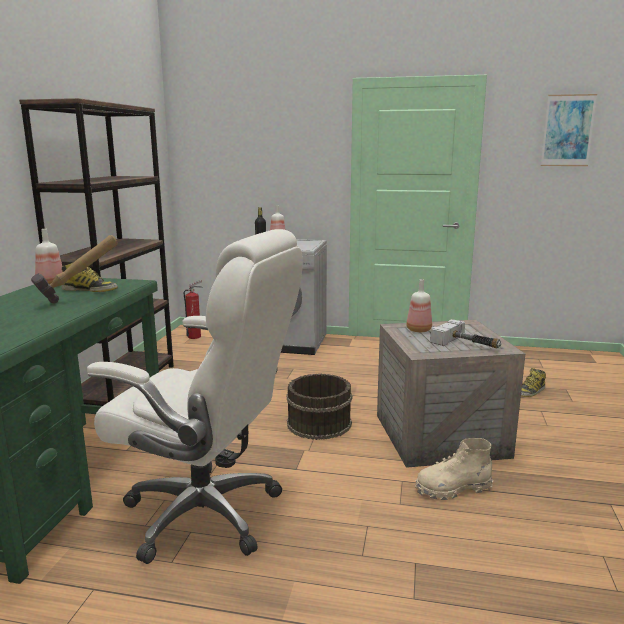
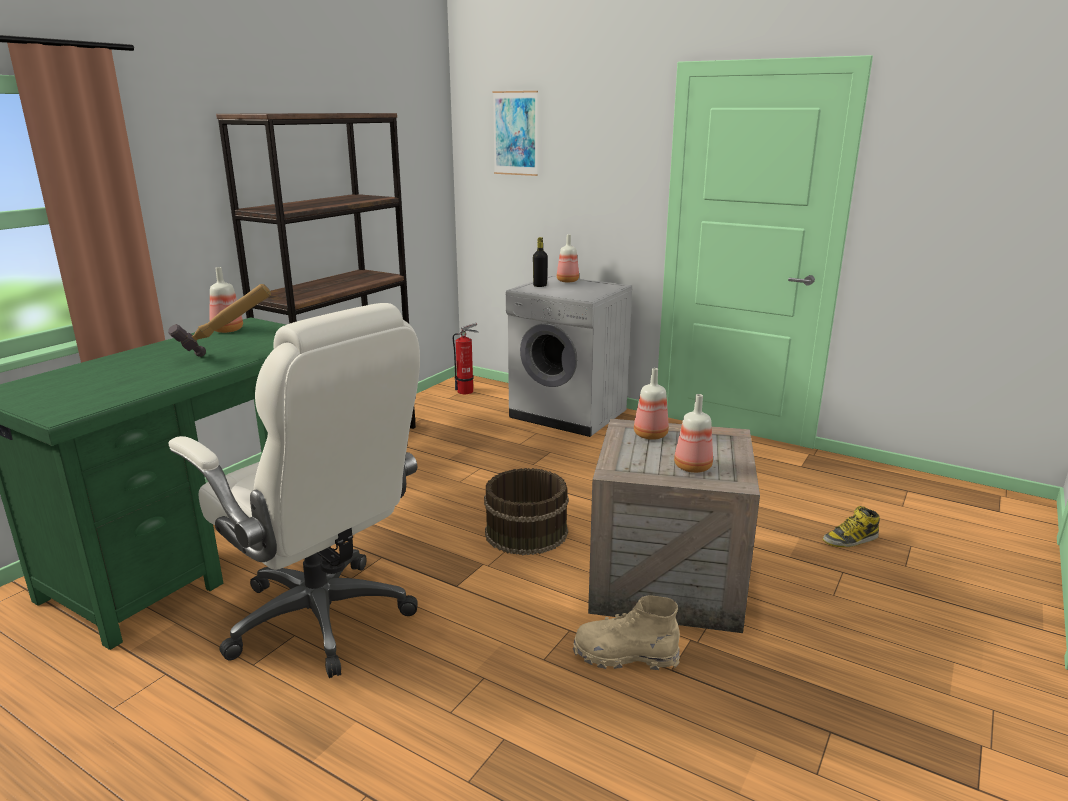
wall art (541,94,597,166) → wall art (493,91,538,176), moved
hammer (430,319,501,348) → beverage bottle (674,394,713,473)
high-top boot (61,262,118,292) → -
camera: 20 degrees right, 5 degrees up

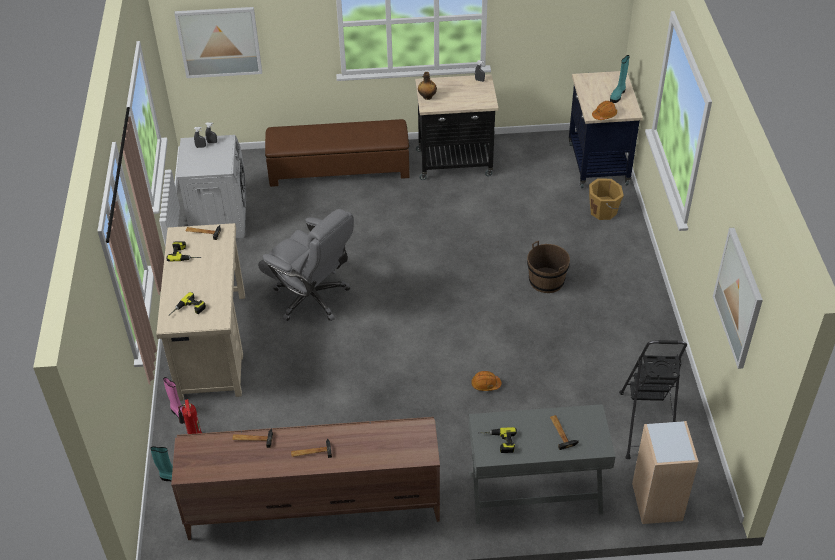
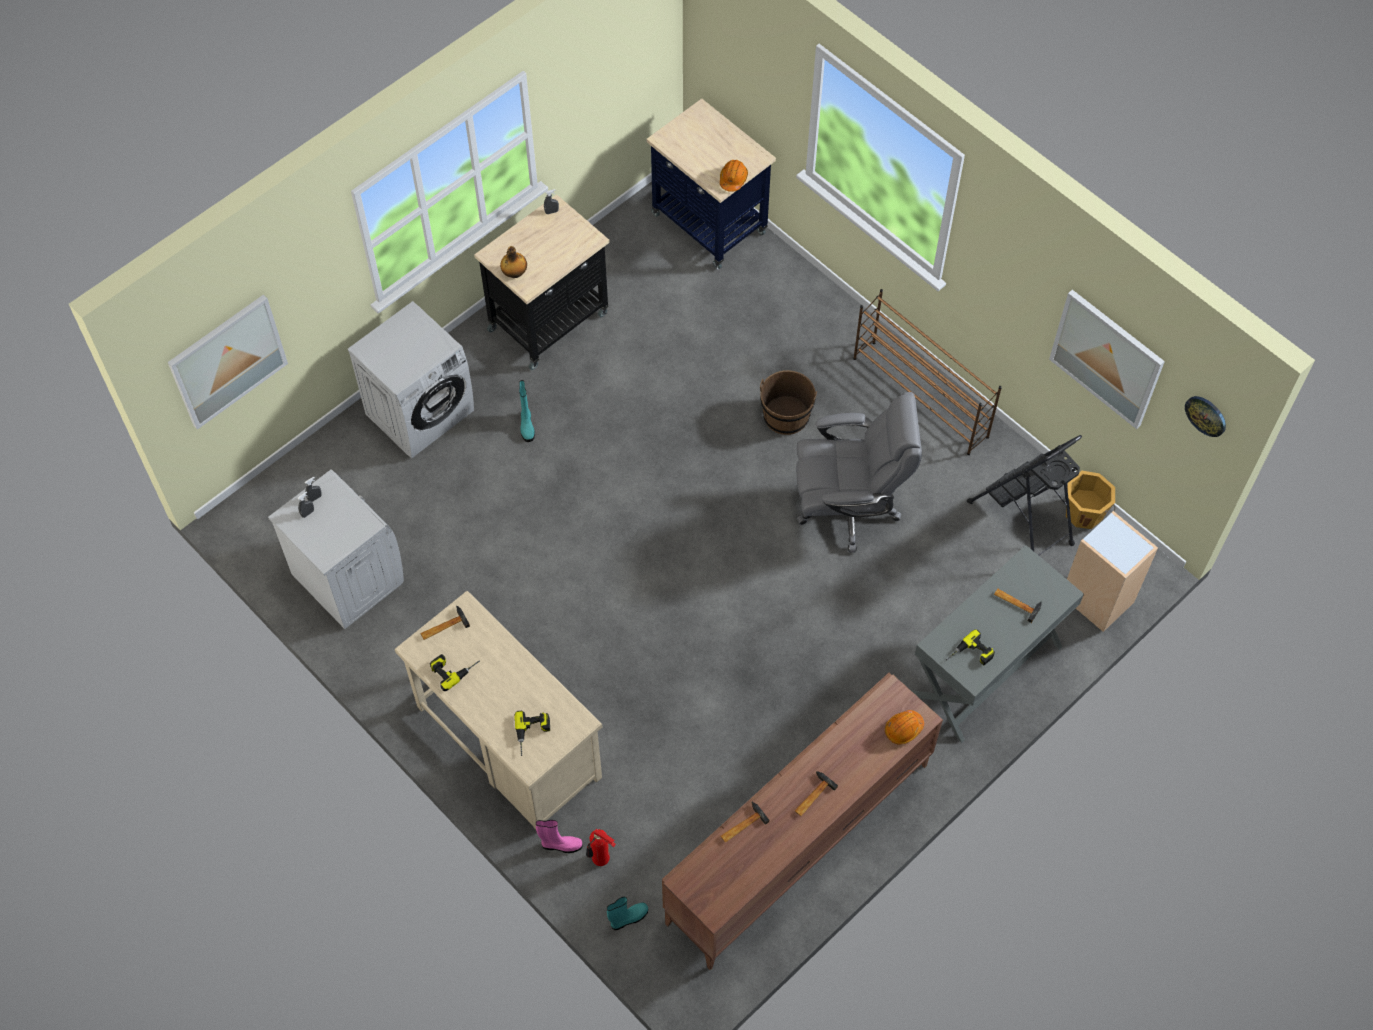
indoor bench (brownish) (265,119,410,187) → laundry appliance (white-coloured) (348,301,474,458)
high-top boot (turquoise-coloured) (610,55,630,103) → high-top boot (turquoise-coloured) (519,380,535,442), moved
office chair (greyish) (258,209,354,322) → office chair (greyish) (796,392,922,553), moved
- → shoe rack (brownish) (853,289,1002,455)
safety helmet (orange-coloured) (471,371,501,391) → safety helmet (orange-coloured) (885,710,924,745), moved
water bucket (orange-coloured) (589,178,624,220) → water bucket (orange-coloured) (1066,471,1115,529), moved
- → hanging clock (1185,396,1226,437)
camera: 40 degrees left, 15 degrees up

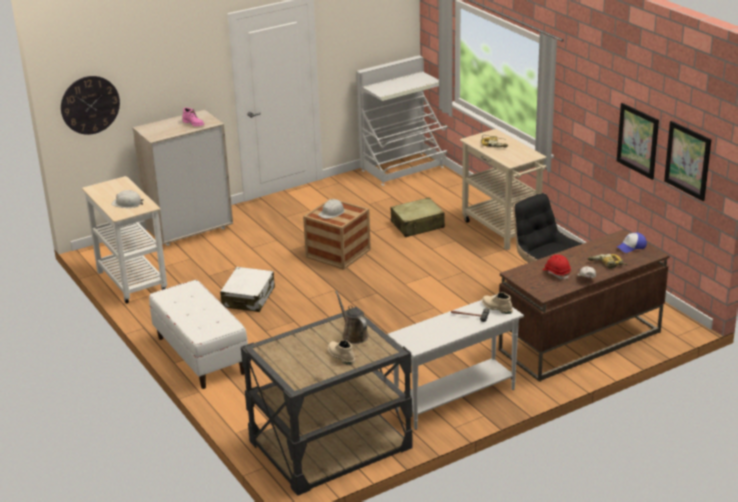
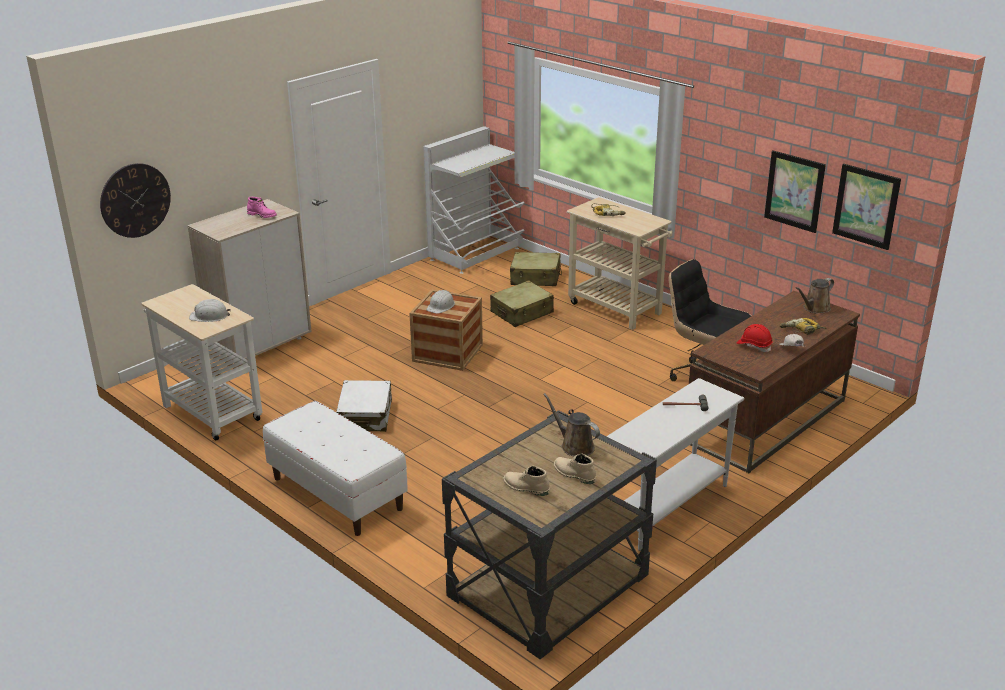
high-top boot (beige-coloured) (482,292,513,314) → high-top boot (beige-coloured) (503,466,550,496), moved
- → piece of luggage (beige-coloured) (510,252,562,286)
peaked cap (617,232,647,253) → watering can (brownish) (796,278,834,313)
camera: 15 degrees left, 0 degrees up

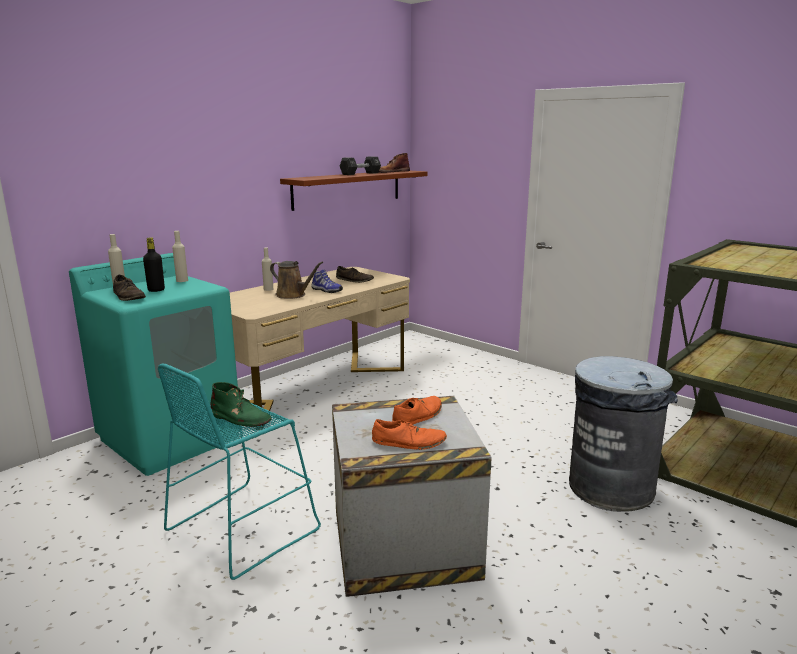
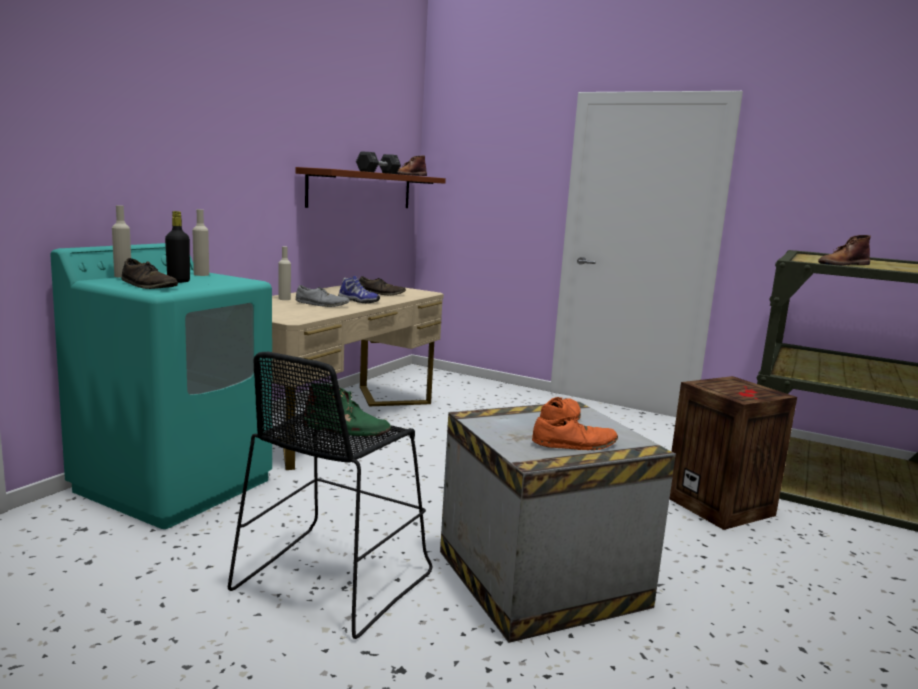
sitting stool (turquoise-coloured) (158,364,321,580) → sitting stool (black) (228,352,432,639)
watering can (brownish) (270,261,323,299) → low shoe (greyish) (296,285,350,307)
rubbish bin (greyish) (569,356,678,512) → shipping crate (670,376,797,530)
- → high-top boot (brownish) (818,235,871,266)
camera: 15 degrees left, 5 degrees down

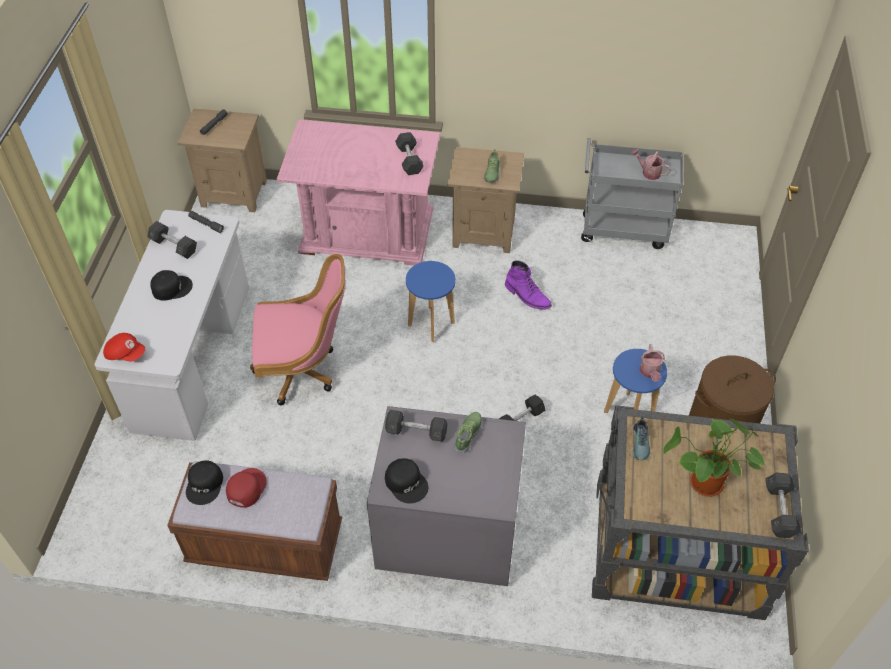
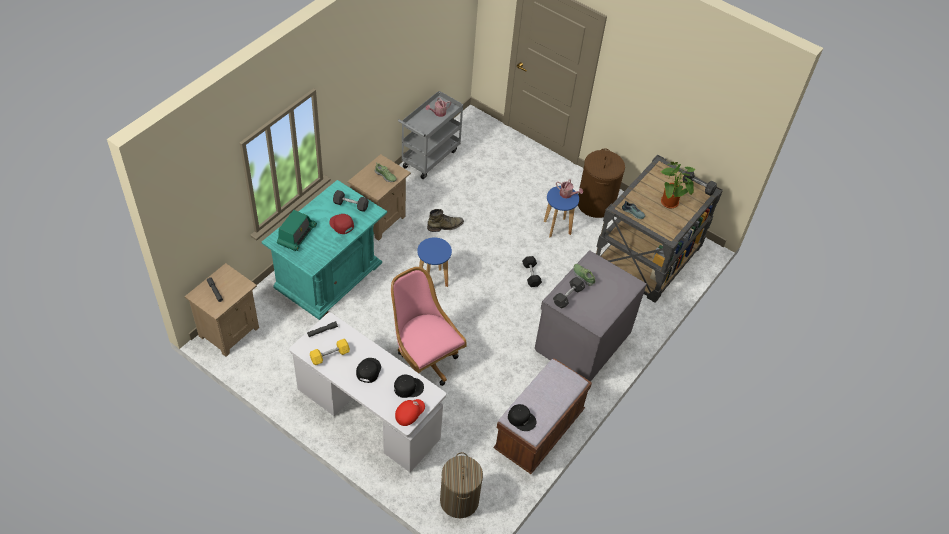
cabinet (pink-coloured) (277,120,440,266) → cabinet (turquoise-coloured) (262,180,387,320)
- → radio receiver (277,210,317,251)
dumbbell (greyish) (147,221,197,259) → dumbbell (yellow-coloured) (310,339,350,365)
peaked cap (reddish) (226,468,267,508) → peaked cap (reddish) (329,214,354,234), moved
office chair (pink-coloured) (250,254,345,405) → office chair (pink-coloured) (391,267,467,386), 60 degrees counterclockwise
peaked cap (black) (385,458,428,503) → peaked cap (black) (394,375,424,398), moved
high-top boot (purple-coloured) (505,260,552,310) → high-top boot (green-coloured) (427,209,464,232)
- → washing basket (440,452,483,518)
camera: 65 degrees left, 0 degrees up

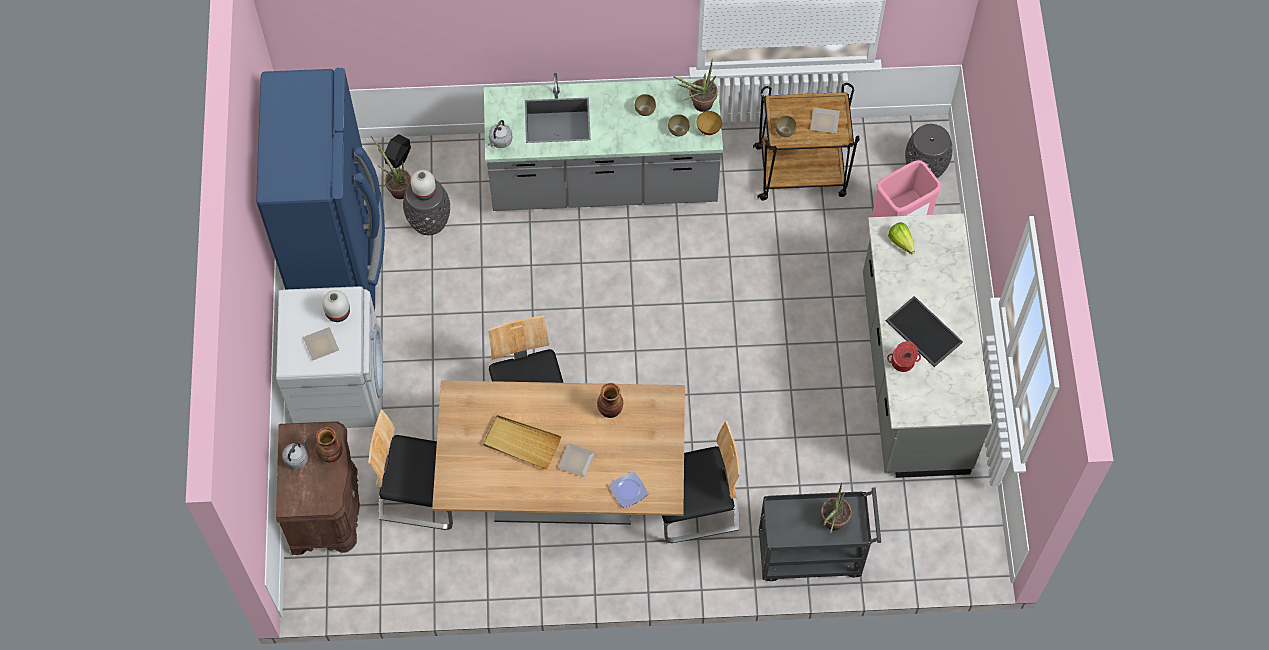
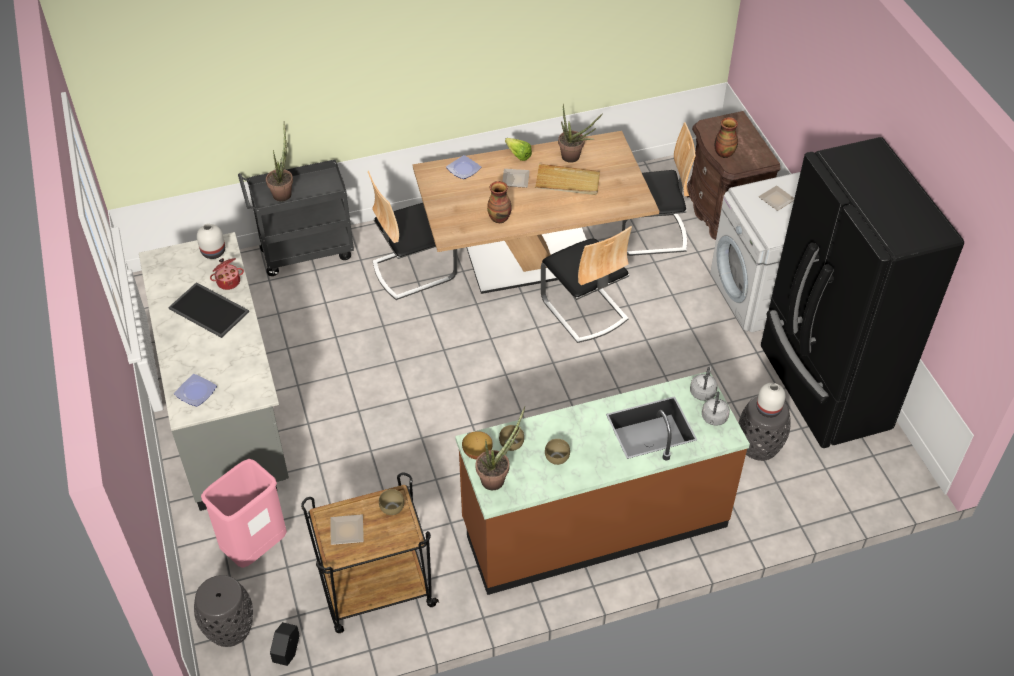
- → dinner plate (174,374,217,406)
flower vase (white-coloured) (322,290,350,322) → flower vase (white-coloured) (197,224,225,259), moved
planter (black) (385,134,411,169) → planter (black) (270,622,300,666), moved
counter (greyish) (484,73,723,211) → counter (brownish) (455,372,750,595)
head of lettuce (888,222,915,254) → head of lettuce (505,138,532,161), moved
plant in a pot (371,136,411,199) → plant in a pot (558,104,603,163), moved
kettle (greyish) (282,438,308,469) → kettle (greyish) (702,391,730,426), moved
refrigerator (blue) (256,68,385,310) → refrigerator (black) (761,137,964,448)
camera: 165 degrees right, 15 degrees down

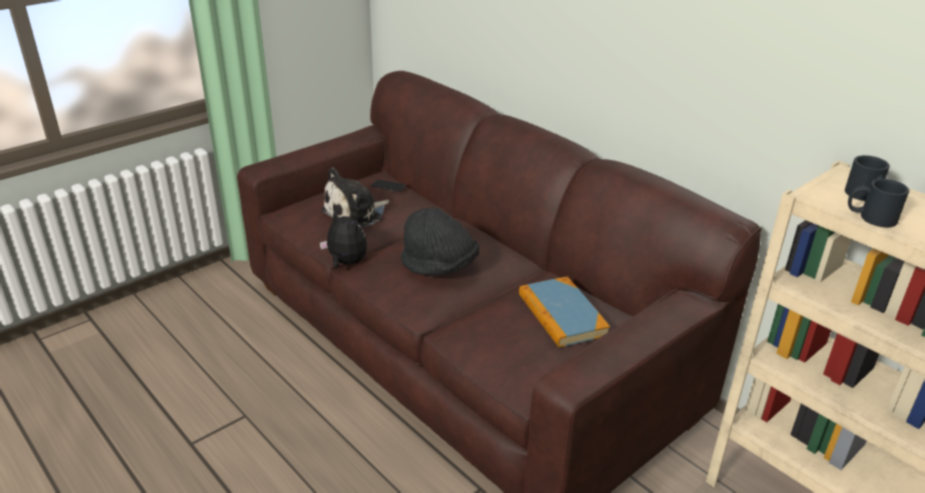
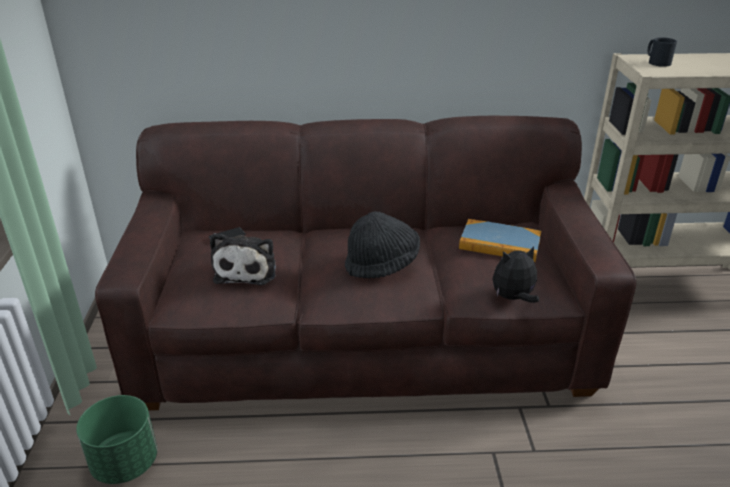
- → planter (green-coloured) (76,395,157,484)
soft toy (320,211,367,268) → soft toy (493,247,539,303), moved
mug (black) (848,179,909,227) → -
camera: 50 degrees left, 0 degrees up

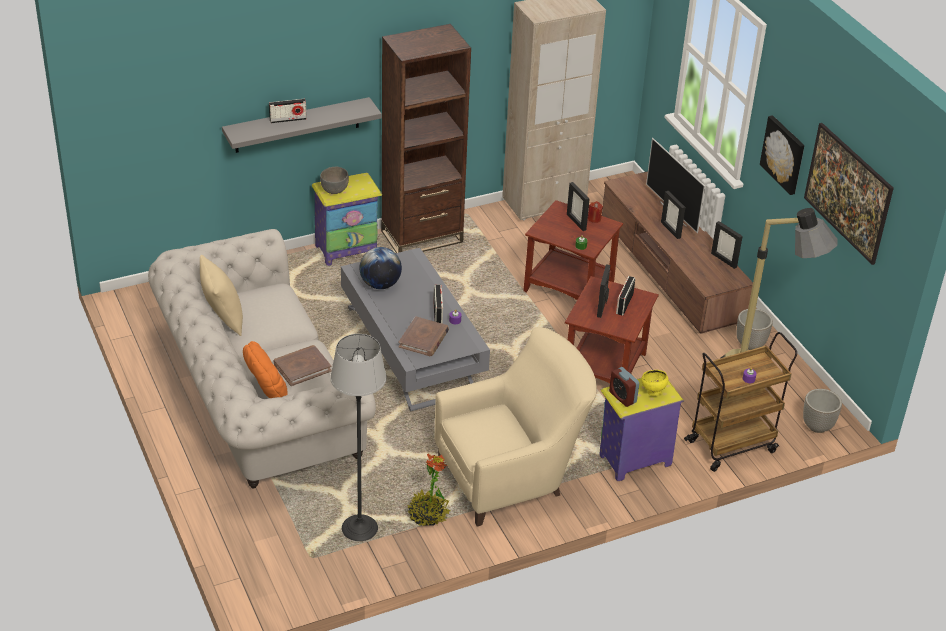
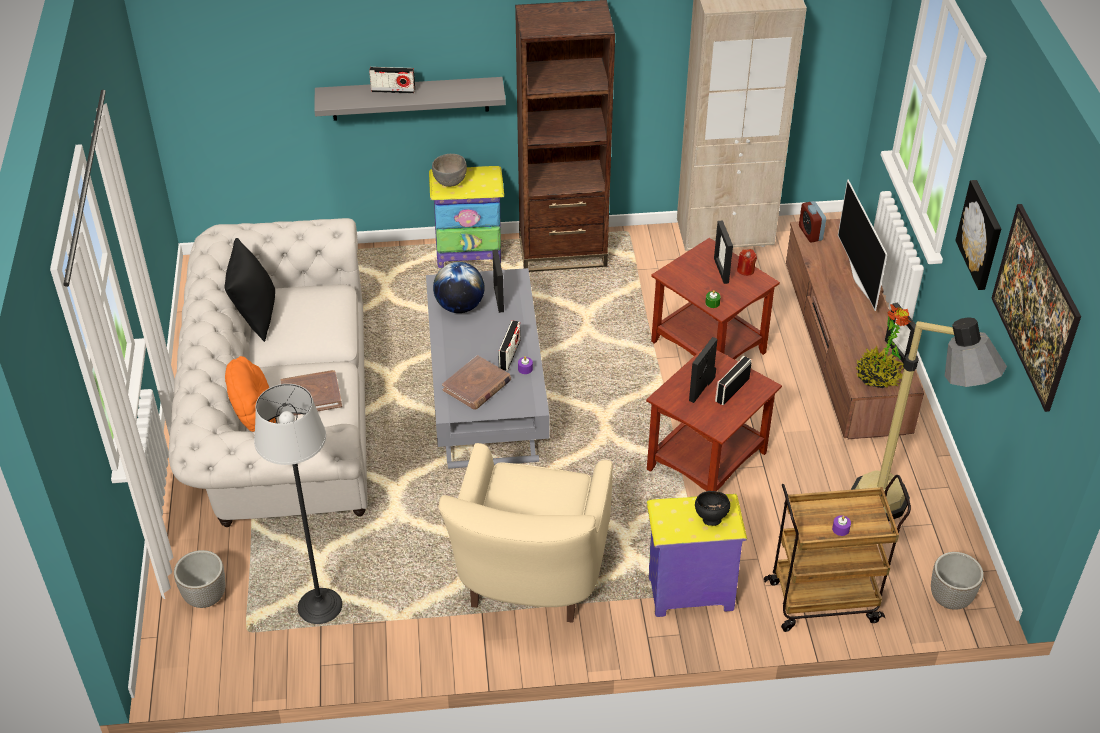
planter (737,309,773,350) → planter (174,550,225,608), moved
cushion (beige-coloured) (200,255,243,336) → cushion (black) (225,238,275,342)
armchair (beige-coloured) (434,327,597,527) → armchair (beige-coloured) (438,443,613,623), 105 degrees clockwise
photo frame (661,191,686,239) → photo frame (492,250,504,313), moved
serving bowl (yellow-coloured) (641,370,668,396) → serving bowl (black) (695,491,730,526)
table clock (609,367,639,407) → table clock (799,201,826,243), moved
plant in a pot (408,454,450,526) → plant in a pot (856,304,911,388), moved
camera: 20 degrees right, 5 degrees up

